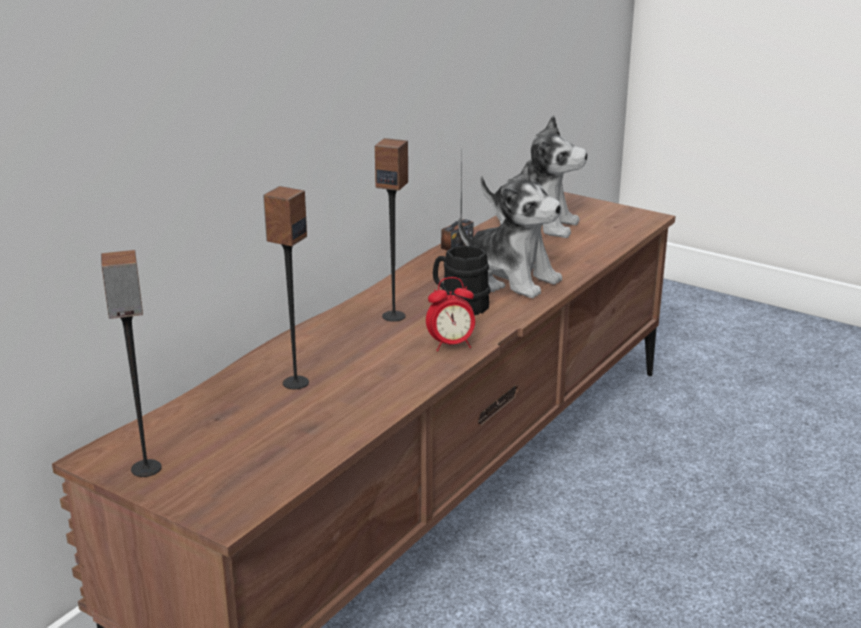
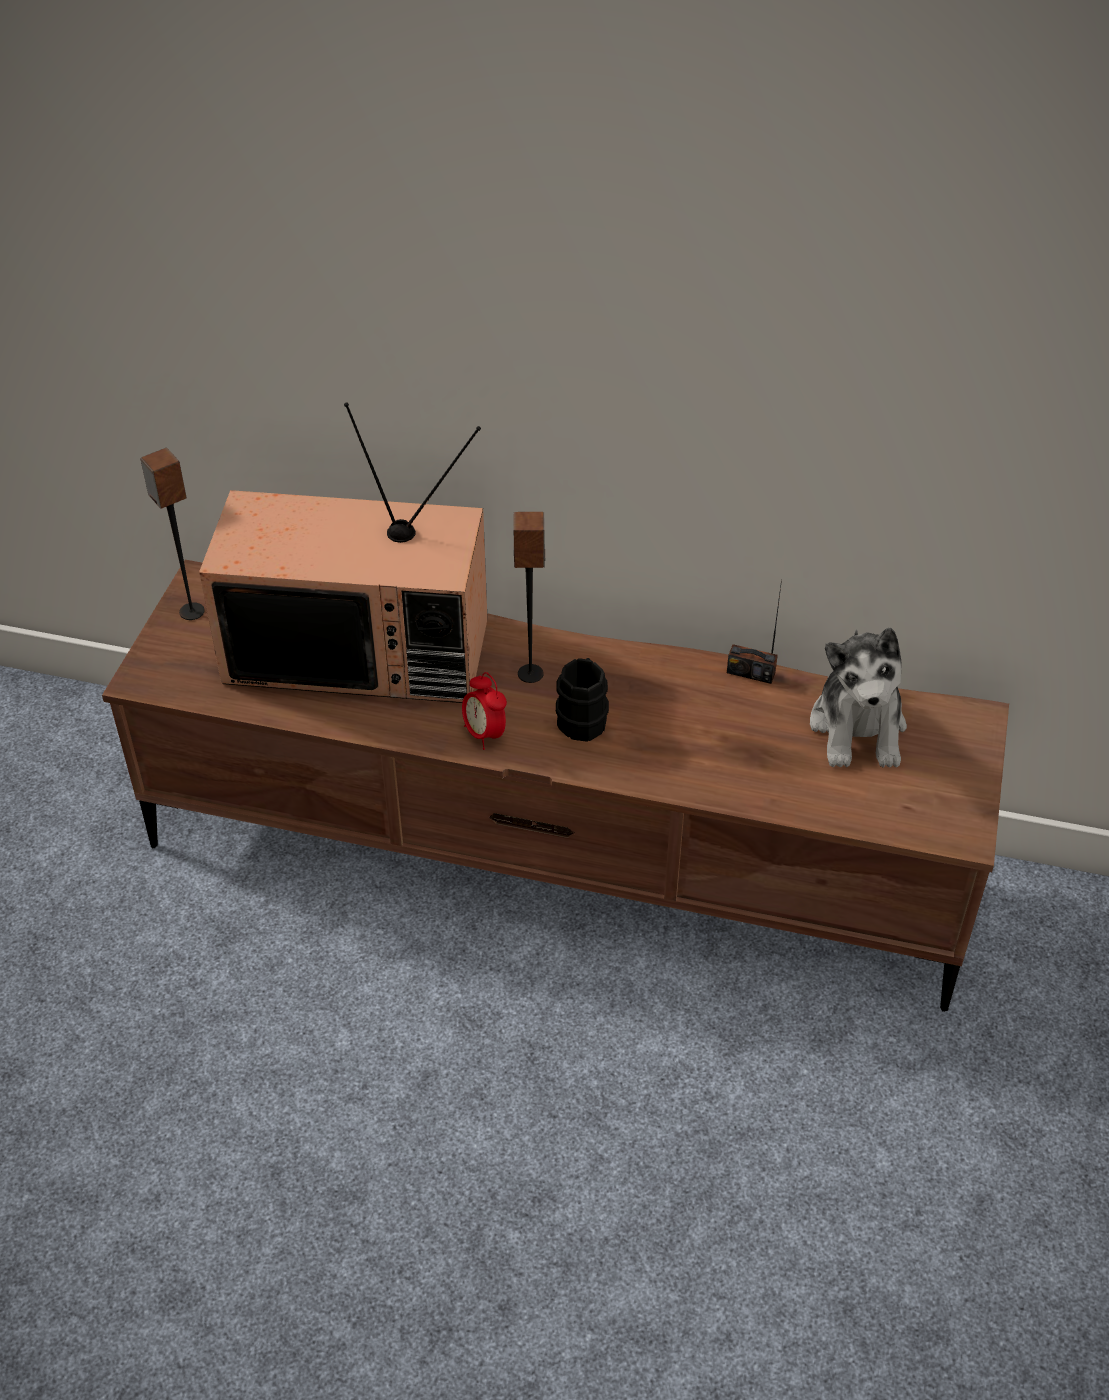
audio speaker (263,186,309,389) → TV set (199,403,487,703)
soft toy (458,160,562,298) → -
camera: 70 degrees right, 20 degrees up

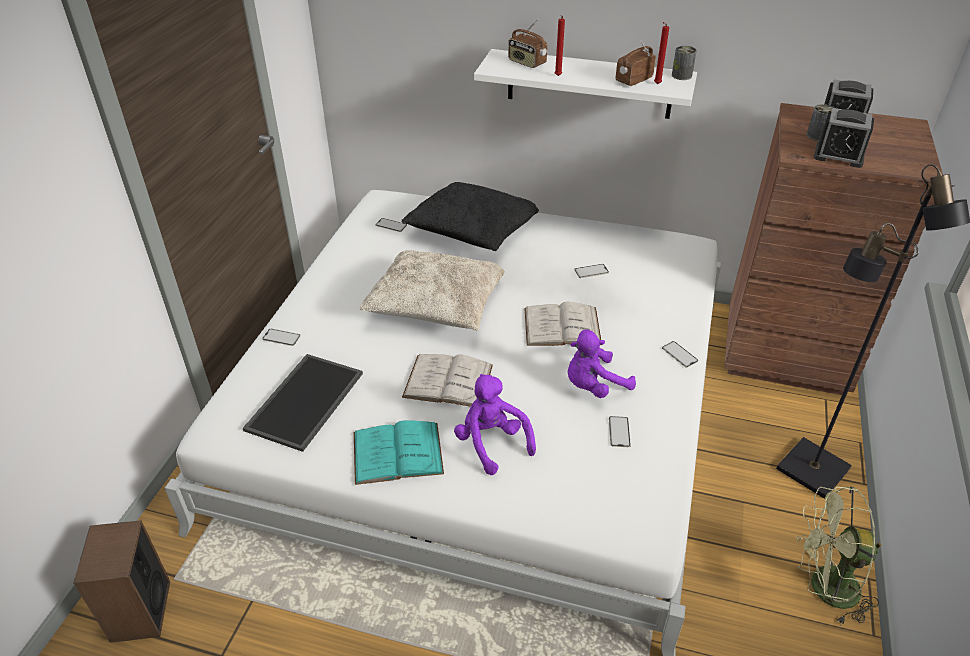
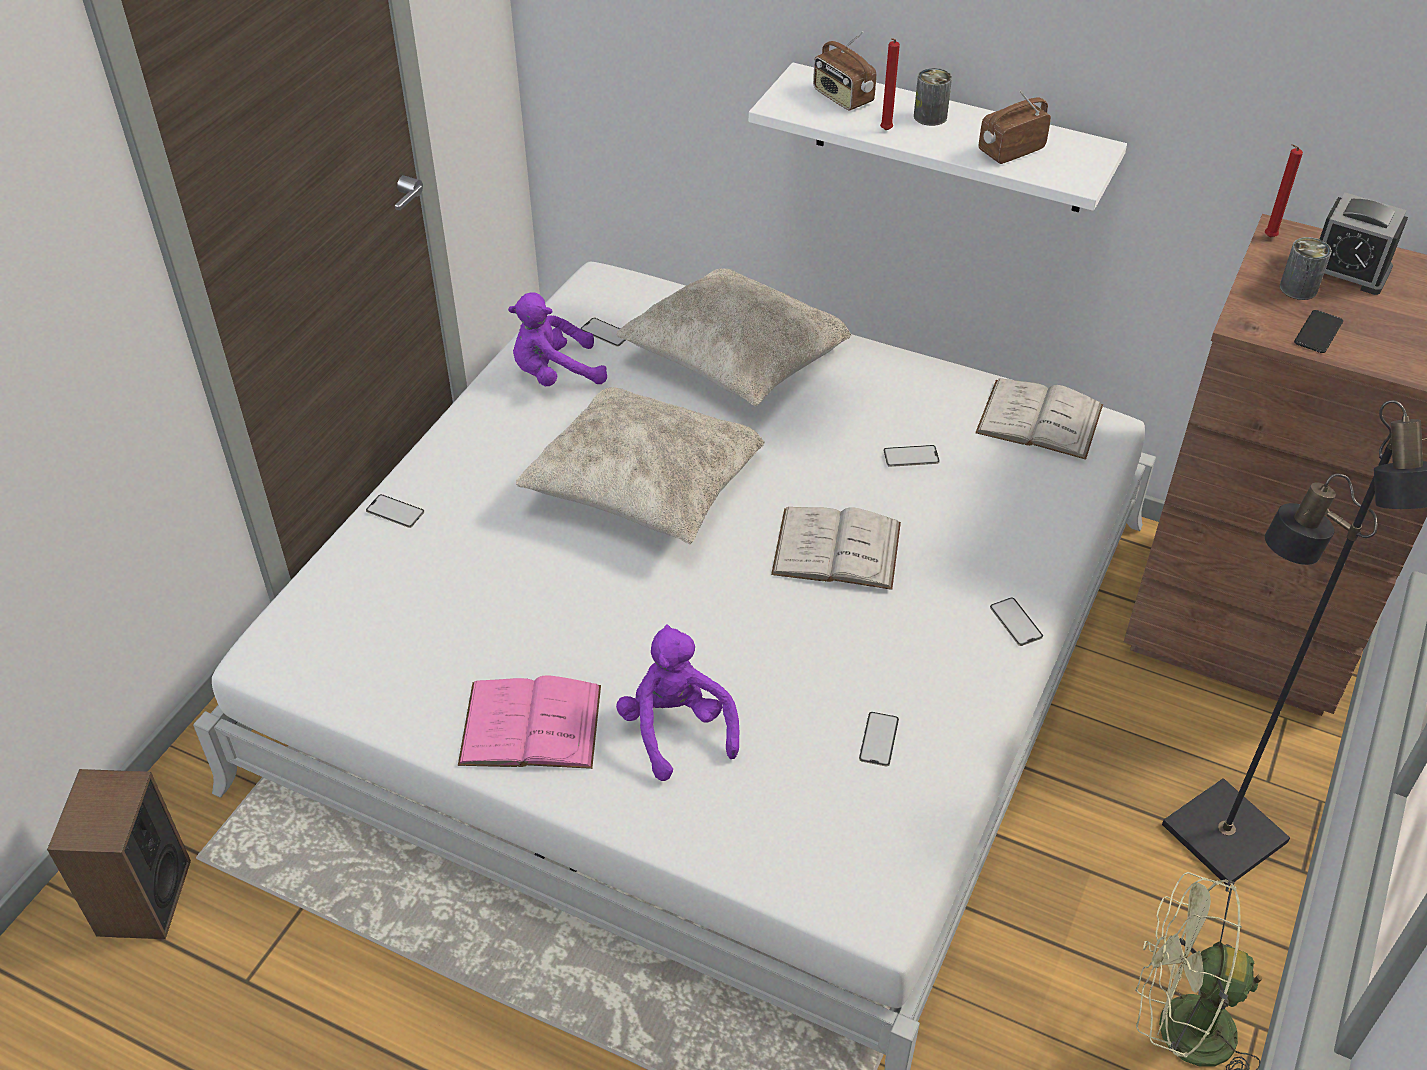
volume (turquoise-coloured) (354,420,444,485) → volume (pink-coloured) (458,676,601,769)
soft toy (purple-coloured) (568,330,636,398) → soft toy (purple-coloured) (508,292,607,386), moved
cushion (black) (402,182,539,252) → cushion (beige-coloured) (617,268,851,406)
sealed can (672,46,697,80) → sealed can (914,68,952,126), moved
volume (white-coloured) (402,354,493,407) → volume (white-coloured) (975,378,1103,460), moved
wax candle (reddish) (654,22,669,84) → wax candle (reddish) (1265,144,1303,238), moved
table clock (814,108,874,168) → telephone (1294,310,1343,353)
tray (243,354,363,452) → -
camera: 10 degrees right, 5 degrees up

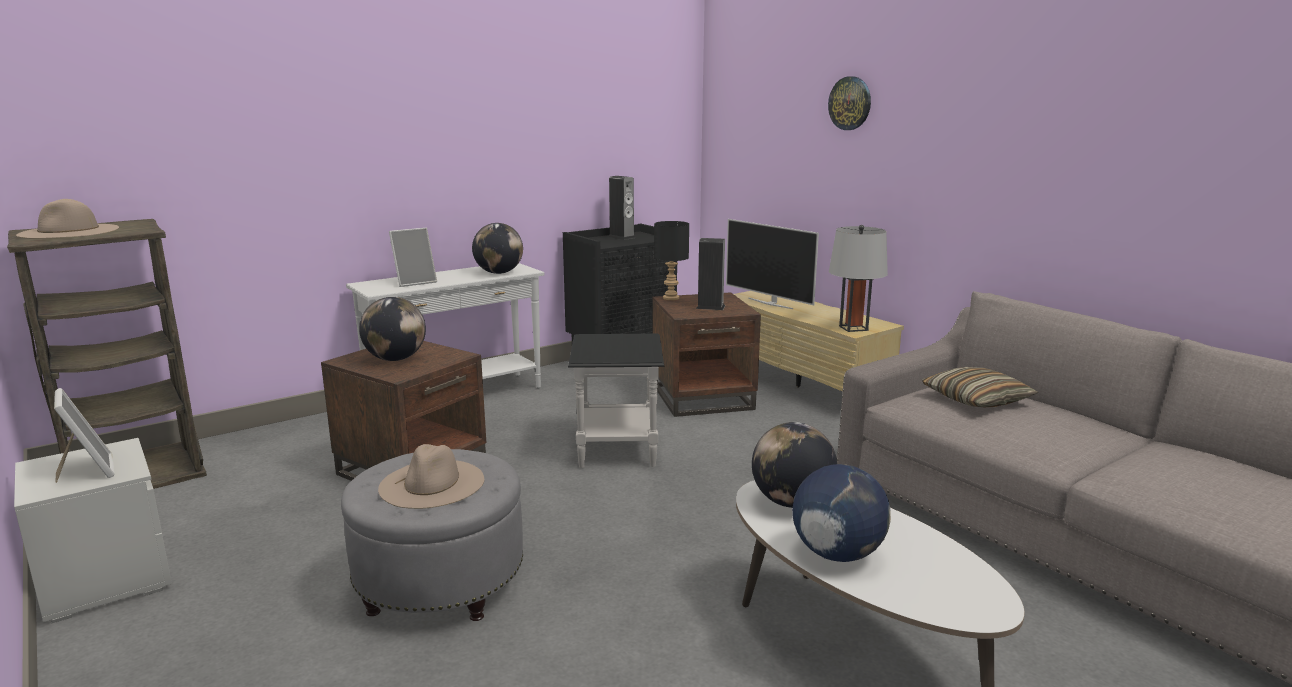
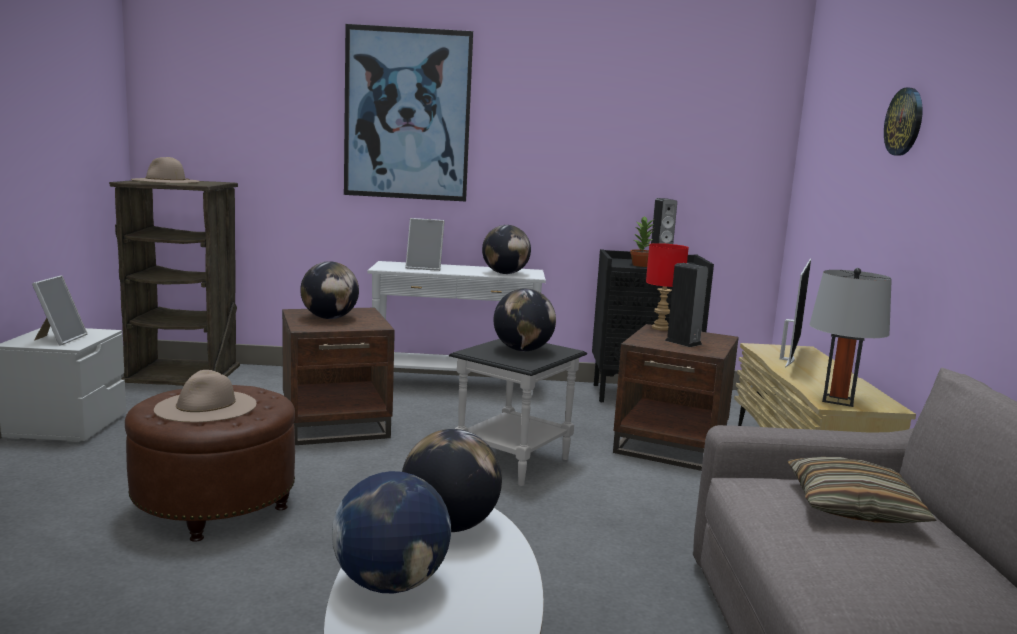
pouffe (greyish) (341,449,523,621) → pouffe (brownish) (125,385,295,542)
- → wall art (344,24,473,202)
- → world globe (494,289,556,351)
- → plant in a pot (630,216,654,267)
lamp for a table (black) (654,221,689,300) → lamp for a table (reddish) (646,243,689,331)
TV set (726,219,819,309) → TV set (780,259,811,368), 150 degrees counterclockwise
camera: 35 degrees right, 5 degrees down

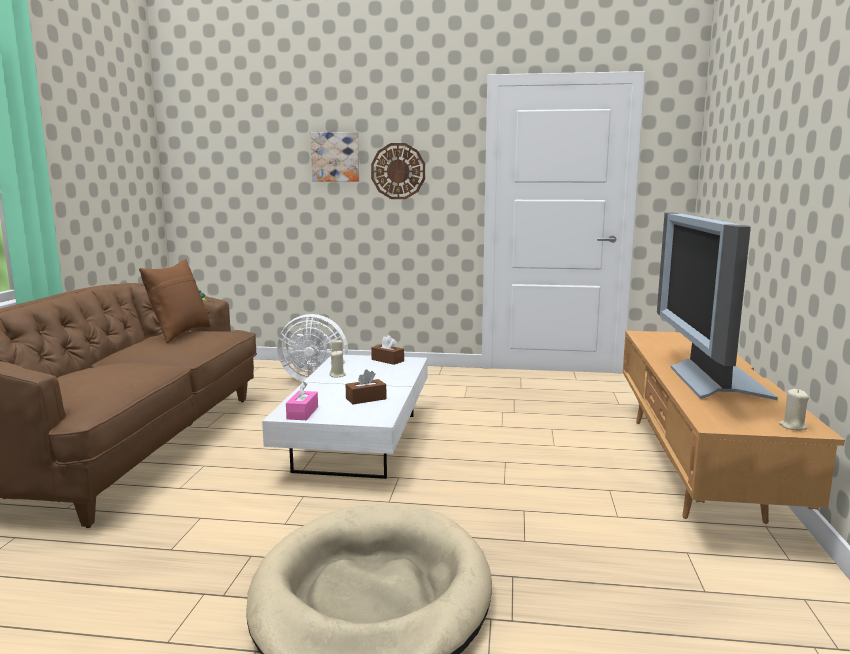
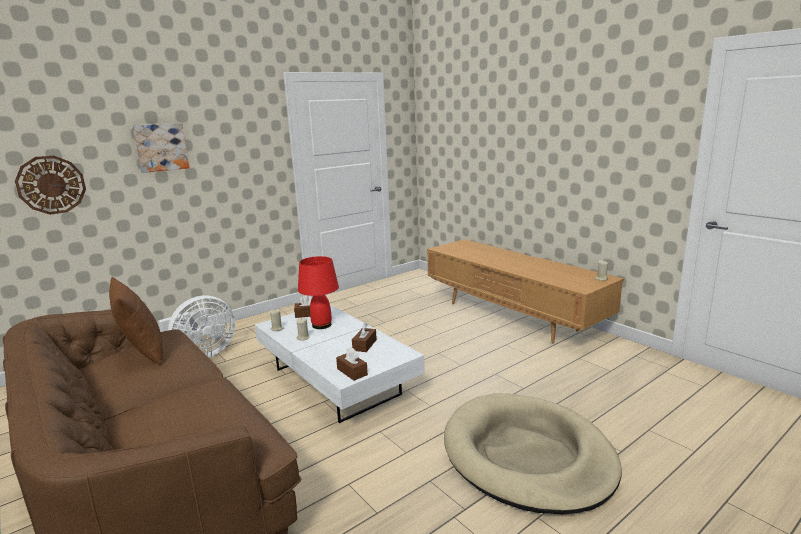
hanging clock (371,143,425,199) → hanging clock (15,156,86,215), moved
- → lamp for a table (reddish) (298,256,339,329)
tissue box (pink-coloured) (286,381,318,420) → tissue box (brownish) (336,347,368,381)
TV set (657,212,778,400) → -
camera: 45 degrees left, 5 degrees up

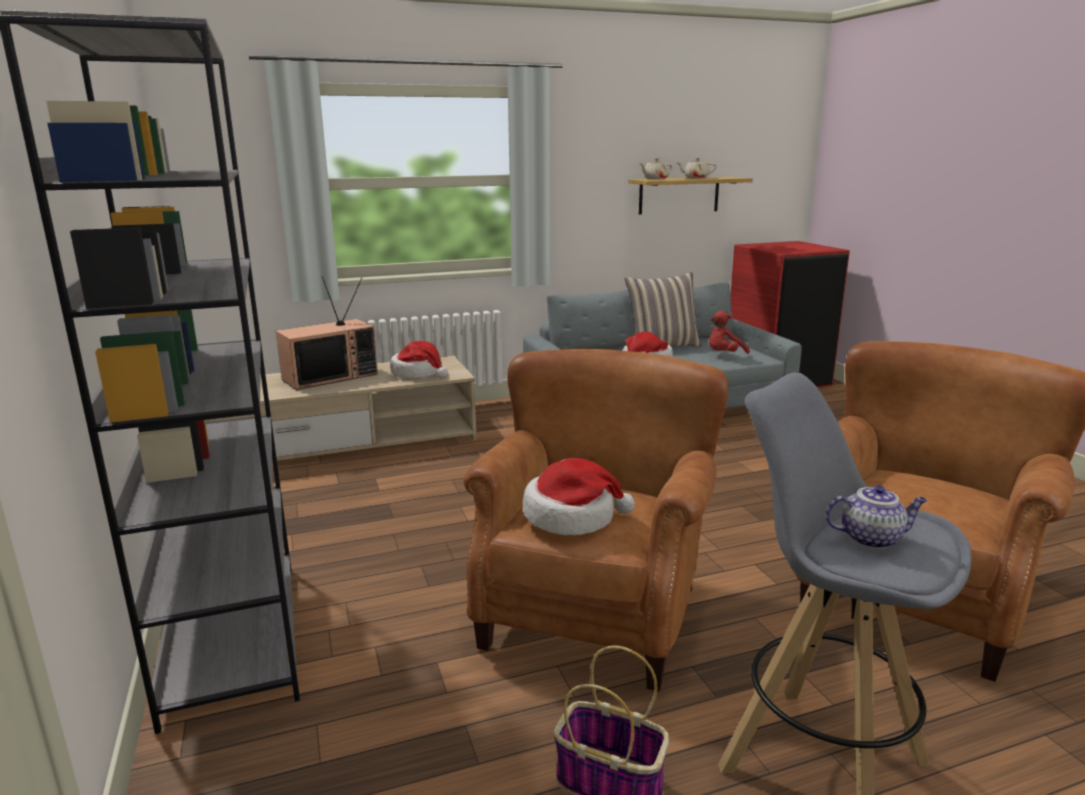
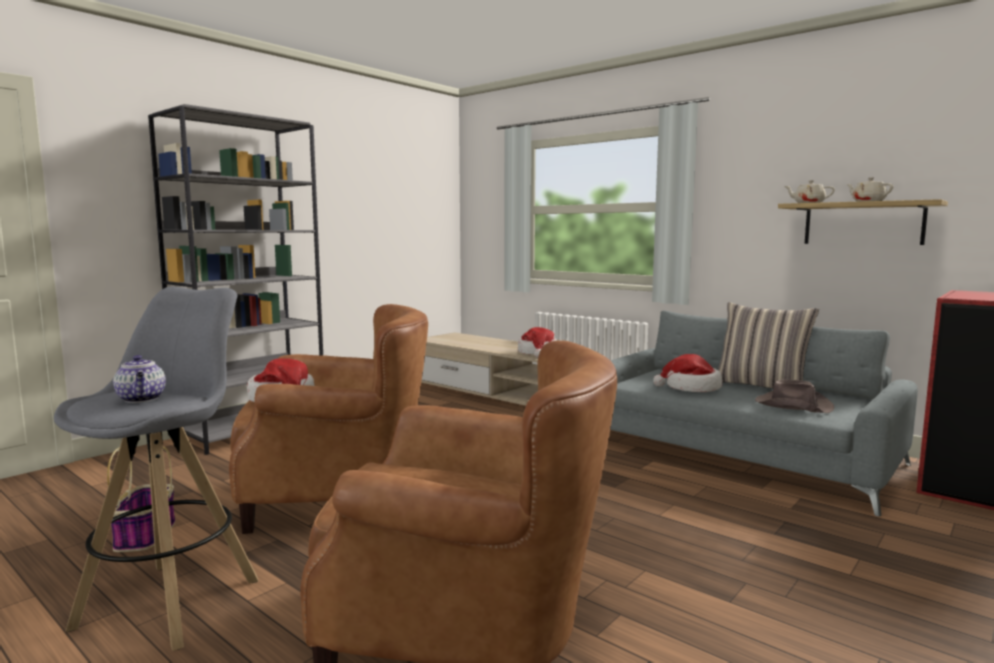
soft toy (reddish) (709,311,750,354) → hat (brownish) (755,380,834,413)
TV set (276,276,378,390) → -
camera: 60 degrees right, 10 degrees down

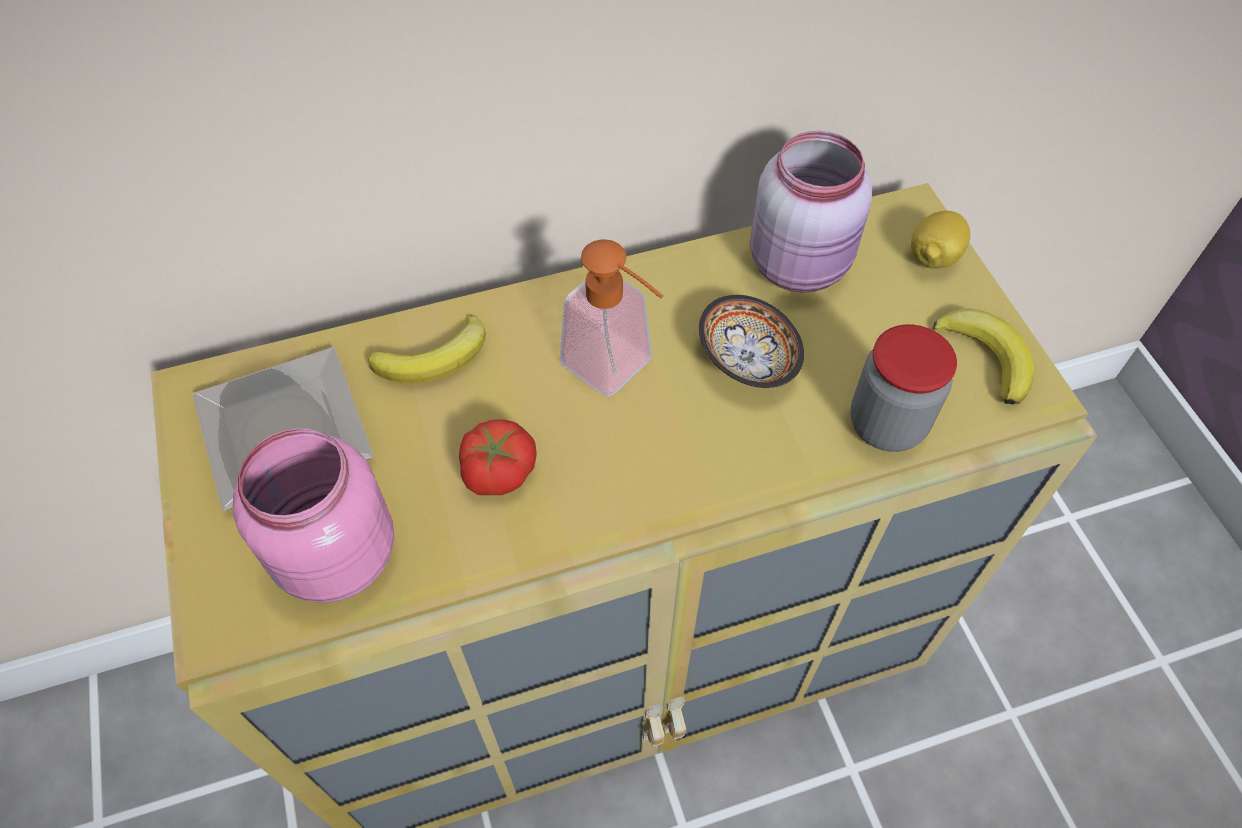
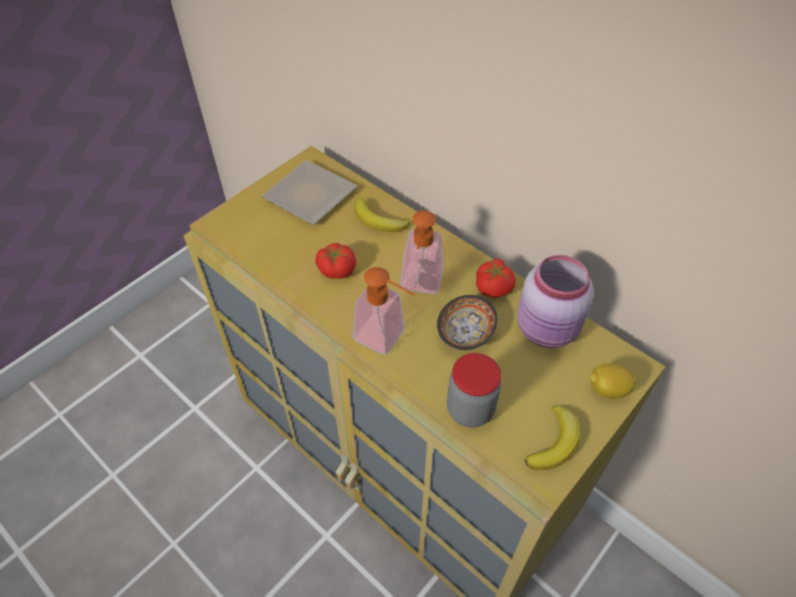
- → soap dispenser (353,267,415,354)
- → tomato (476,259,516,298)
jar (pink-coloured) (233,428,394,603) → -
camera: 60 degrees right, 5 degrees down

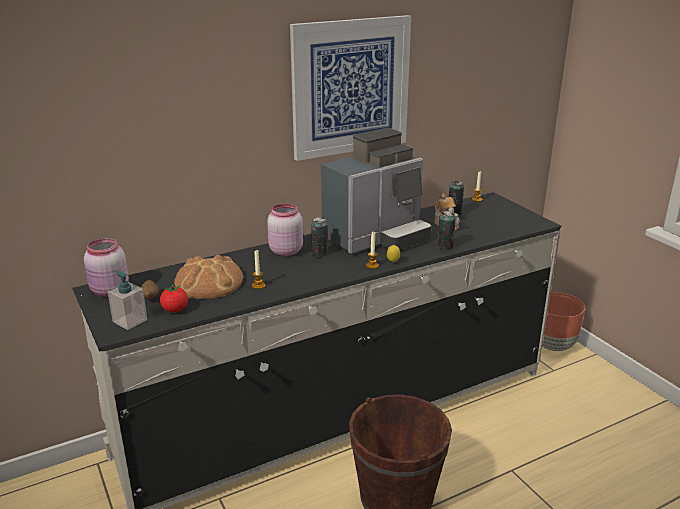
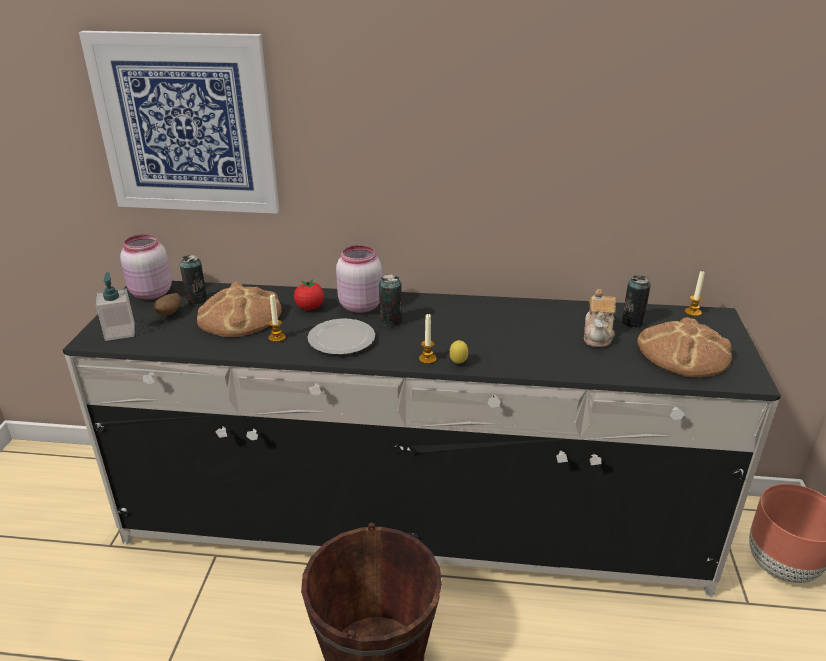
wall art (290,15,411,161) → wall art (79,31,279,214), moved
sealed can (437,211,456,250) → sealed can (180,255,207,305), moved
tomato (160,284,188,312) → tomato (294,279,324,310), moved
- → dinner plate (308,319,375,355)
- → bread (637,317,732,378)
coffee maker (321,128,432,254) → -
camera: 35 degrees right, 5 degrees up

